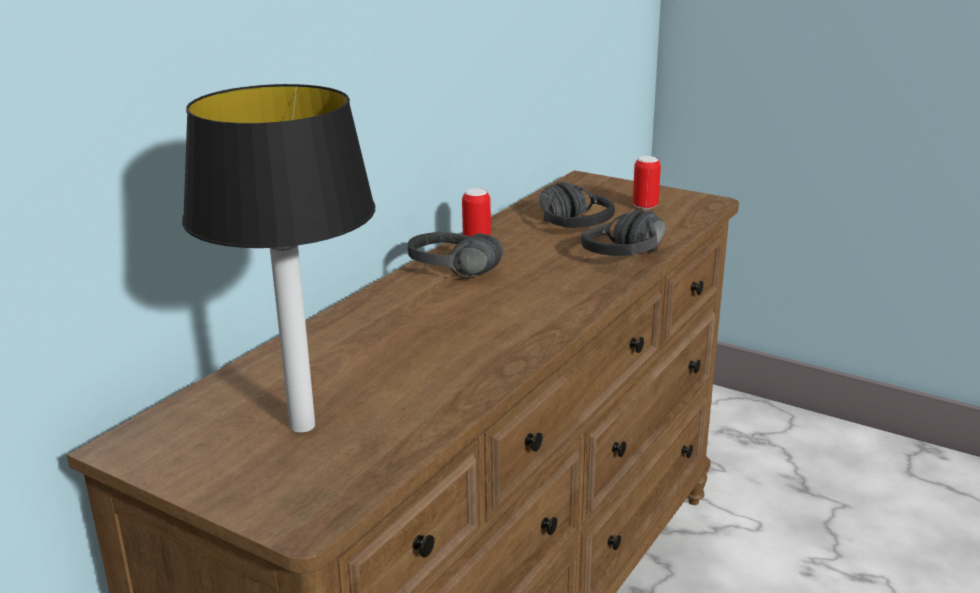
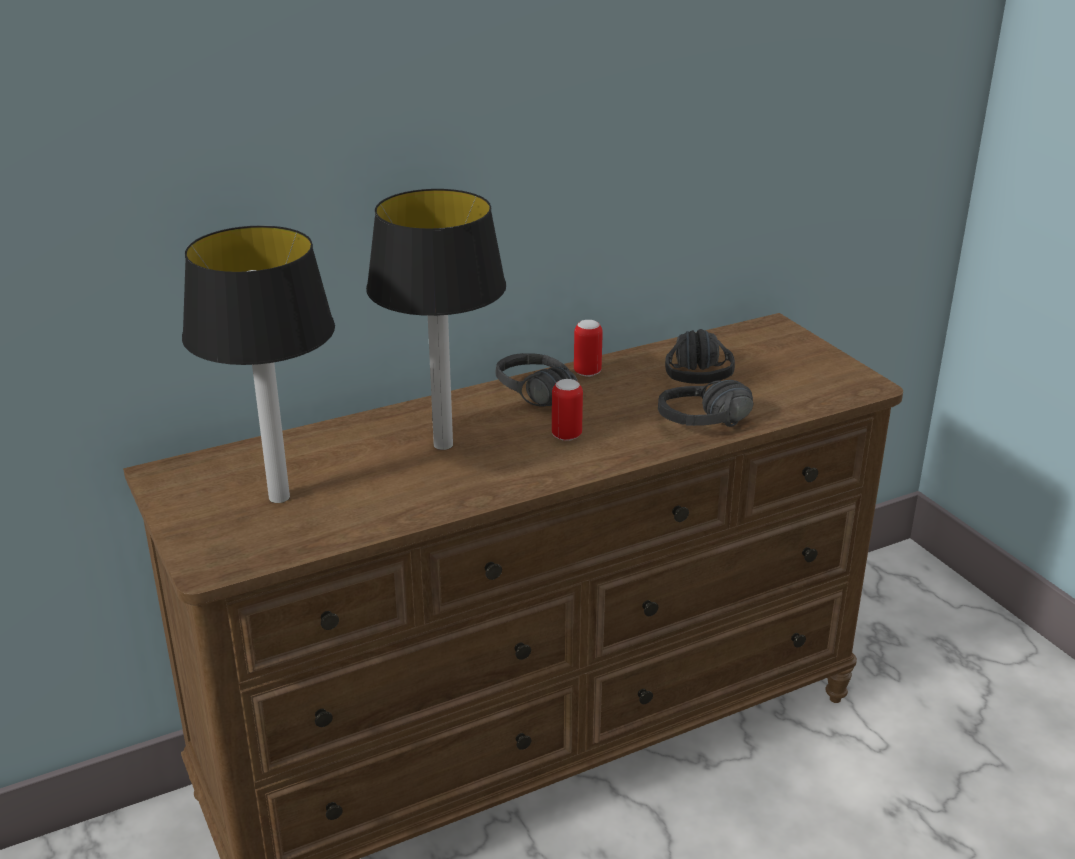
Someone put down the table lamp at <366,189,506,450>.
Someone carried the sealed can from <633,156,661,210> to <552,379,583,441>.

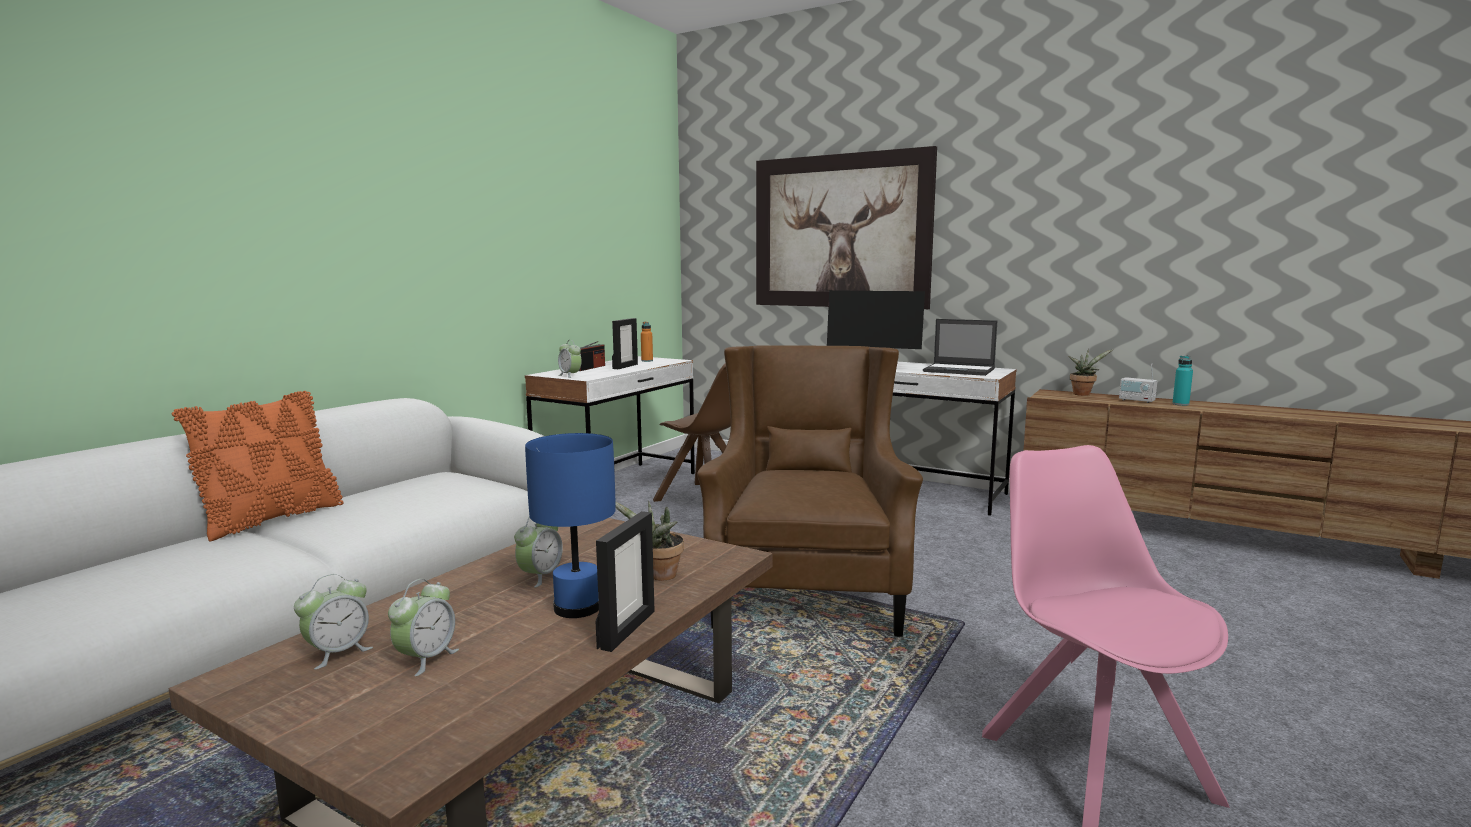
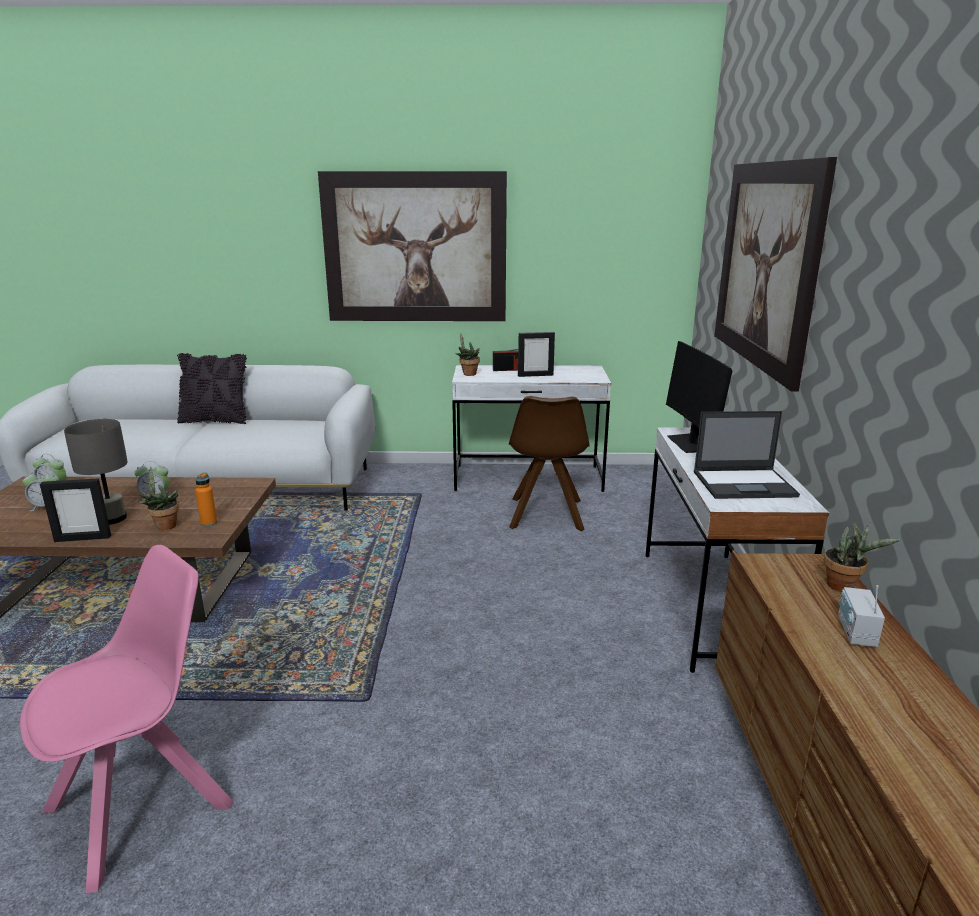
Someone took away the brownish lounge chair at <697,345,923,637>.
Someone took away the turquoise drink bottle at <1172,356,1193,406>.
Someone put up the picture at <318,171,507,321>.
Someone carried the orange-coloured drink bottle from <641,322,653,362> to <195,473,217,527>.
Someone swapped the alarm clock at <558,340,582,378> for the houseplant at <455,333,480,376>.
Someone repainted the orange-coloured cushion at <172,391,344,542>, which became the blackish cushion at <177,353,247,424>.
Someone repainted the blue table lamp at <525,433,616,618>, which became the gray table lamp at <64,419,128,525>.
Someone rotated the portable computer at <923,319,997,376> by 90 degrees counterclockwise.

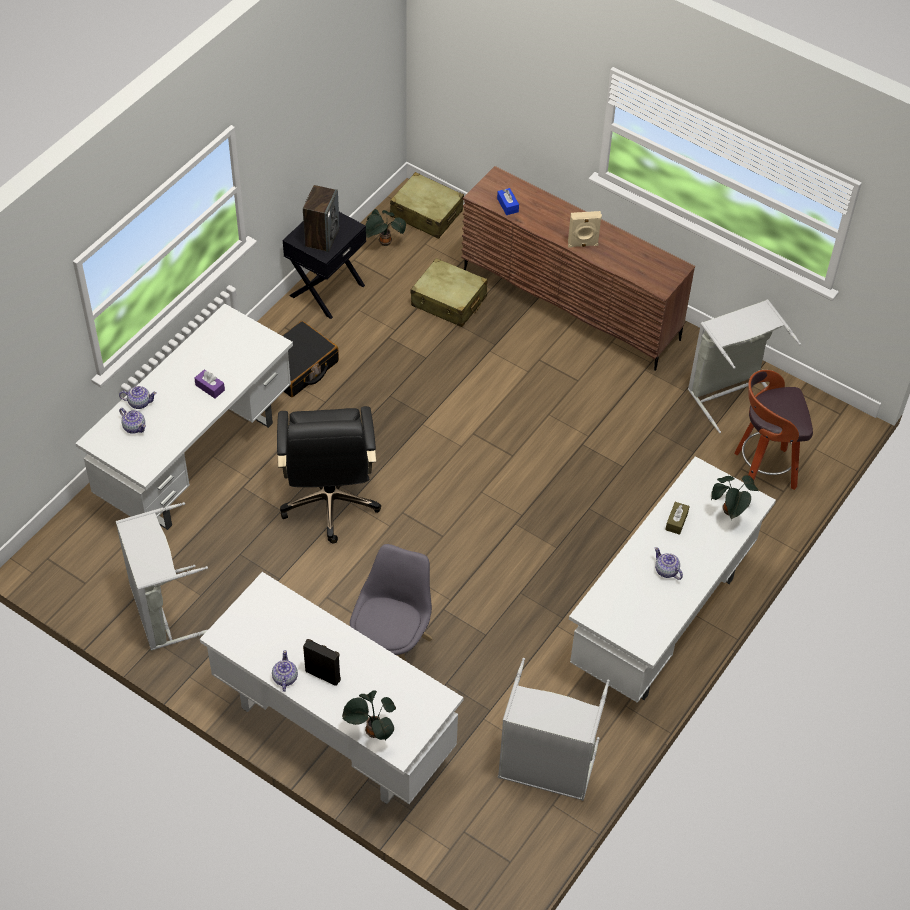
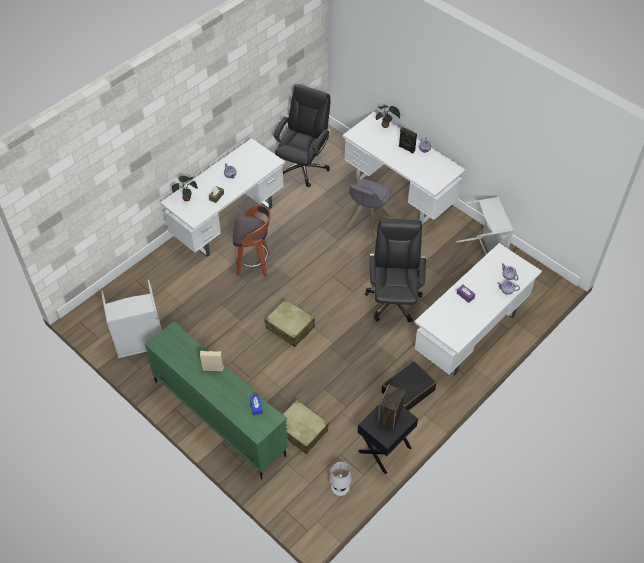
Someone carried the beige suitcase from <390,172,464,239> to <265,299,315,347>.
Someone carried the stool from <734,370,813,490> to <233,205,271,277>.
Someone swapped the houseplant at <366,209,406,246> for the whitish table lamp at <329,462,352,496>.
Someone swapped the gray washing basket at <498,658,610,801> for the blackish office chair at <273,84,331,187>.
Someone repainted the brownish dresser at <461,166,695,371>, which became the greenish dresser at <145,321,289,479>.

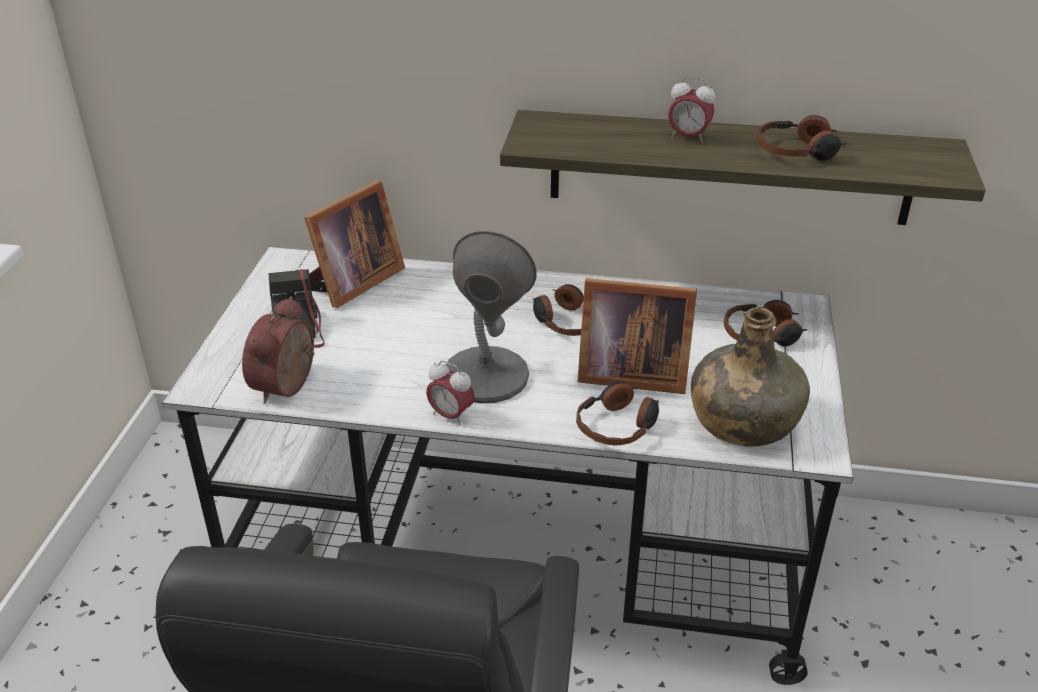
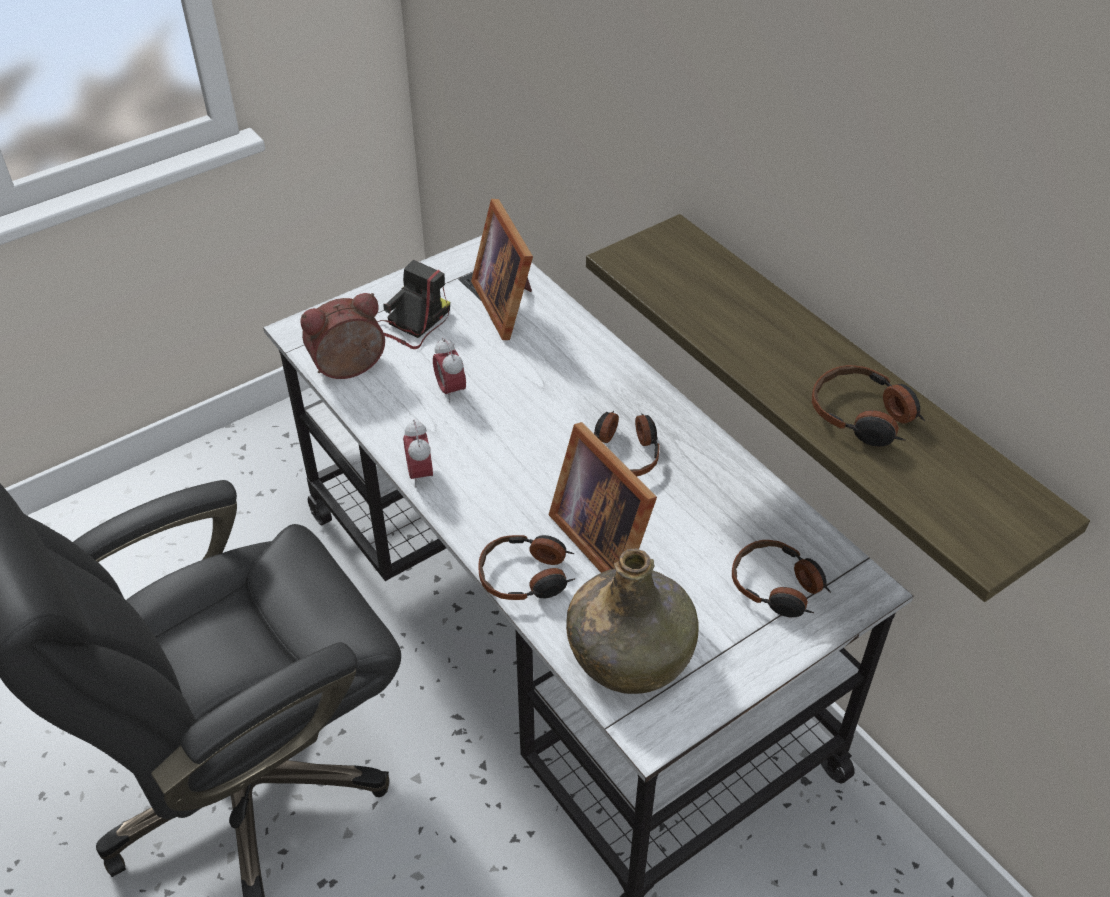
Someone took away the gray table lamp at <446,231,537,404>.
Someone carried the alarm clock from <668,76,715,143> to <433,338,466,403>.
Someone rotated the standing frame at <304,181,405,308> by 75 degrees clockwise.

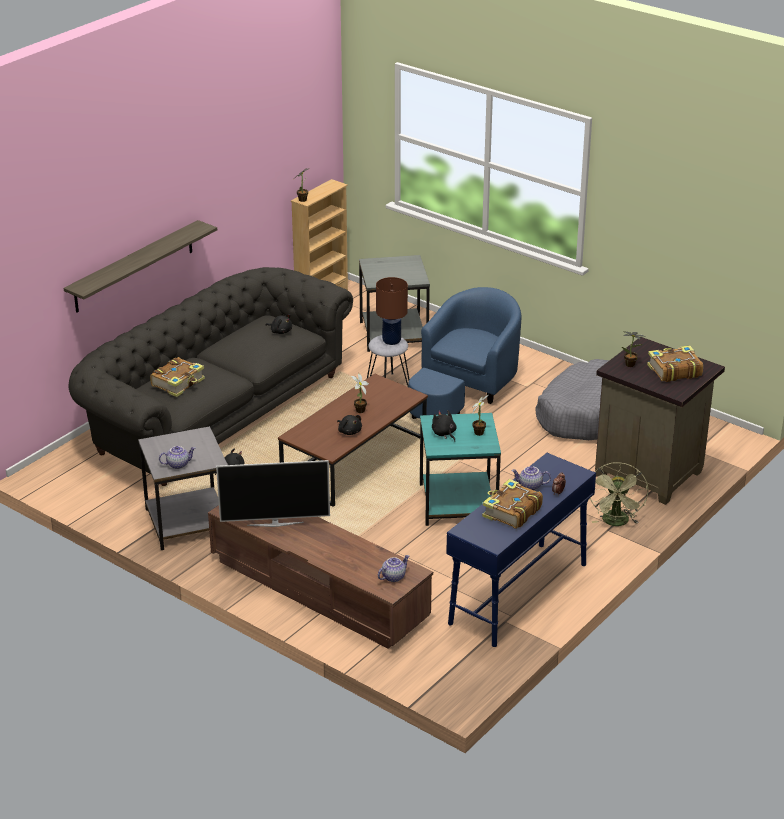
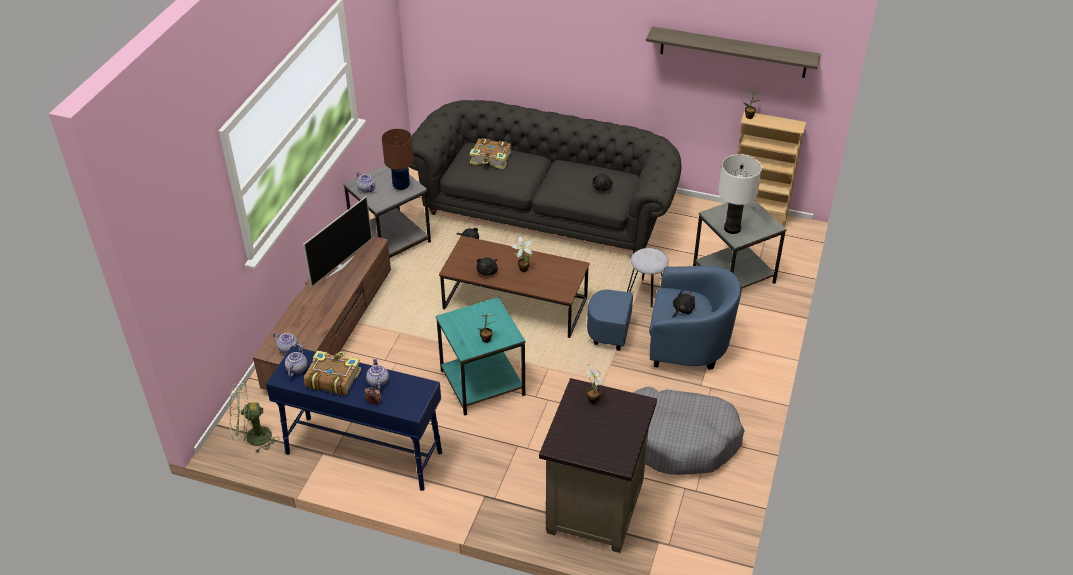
Someone took away the book at <647,345,703,382>.
Someone put down the tea pot at <285,345,308,377>.
Someone put down the whitish table lamp at <718,154,762,234>.
Someone carried the shelf from <64,220,217,313> to <646,26,821,78>.
Someone carried the brownish table lamp from <376,277,408,345> to <382,129,414,190>.
Someone carried the blackish cuddly toy from <432,410,457,442> to <672,290,695,318>.
Someone carried the greenish electric fan from <589,462,648,526> to <230,382,280,454>.
Someone rotated the TV at <216,460,330,527> by 120 degrees counterclockwise.

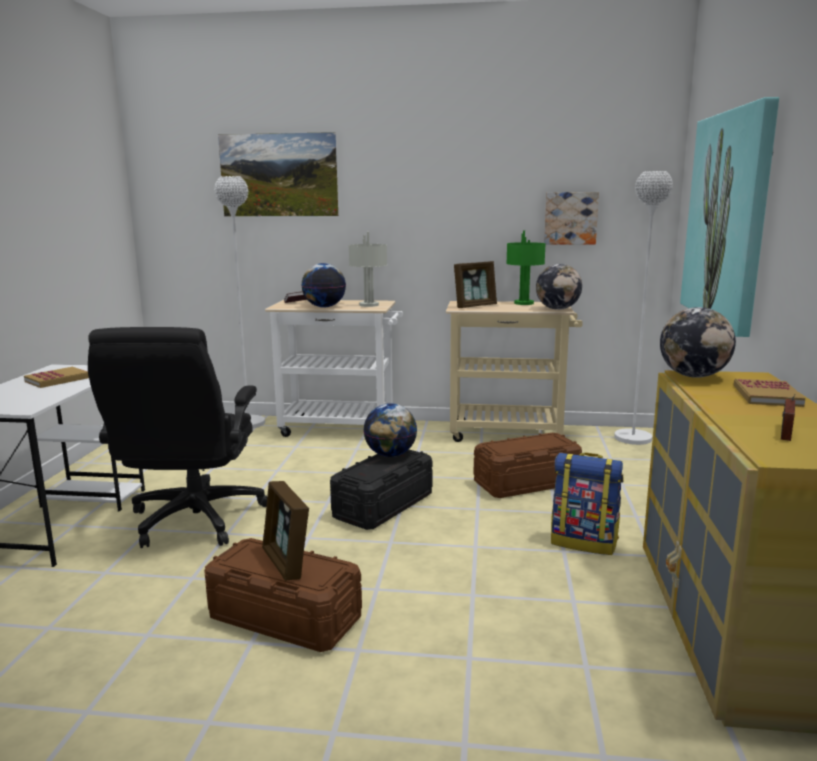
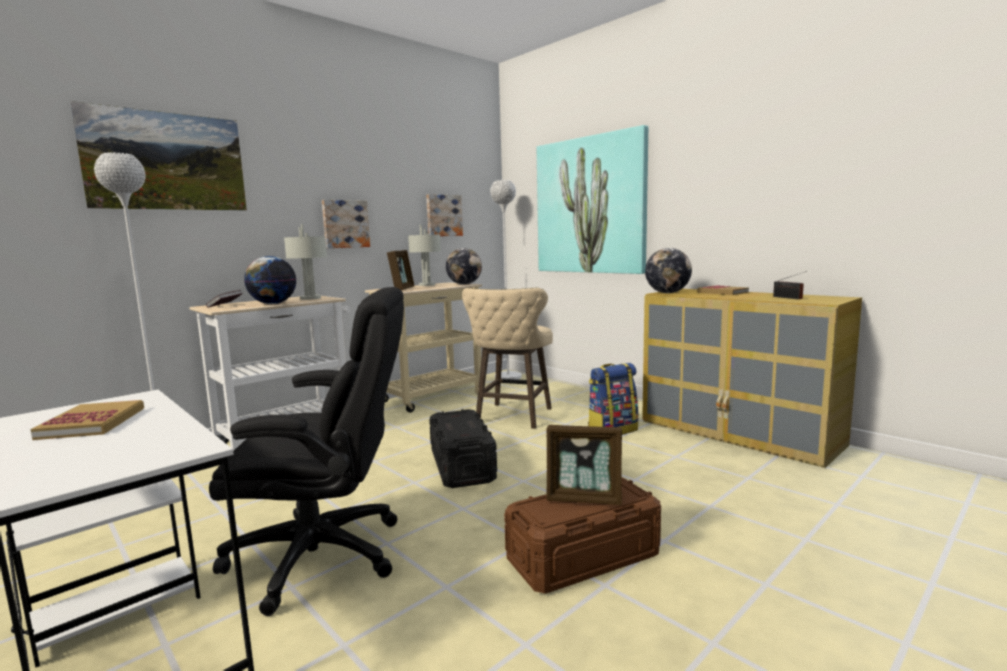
Someone took away the globe at <364,403,417,457>.
Someone put up the picture at <322,200,370,248>.
Someone swapped the brownish storage bin at <473,433,582,498> for the beige stool at <462,288,553,429>.
Someone repainted the greenish table lamp at <506,231,545,305>, which became the gray table lamp at <408,224,441,286>.
Someone rotated the blackish office chair at <88,327,267,548> by 45 degrees counterclockwise.

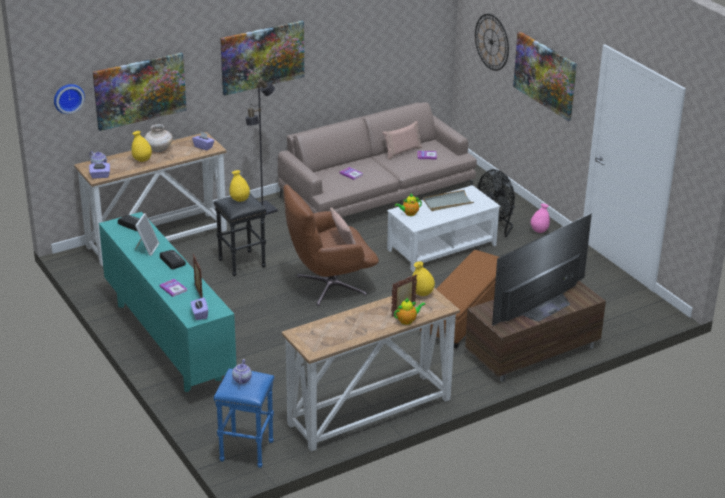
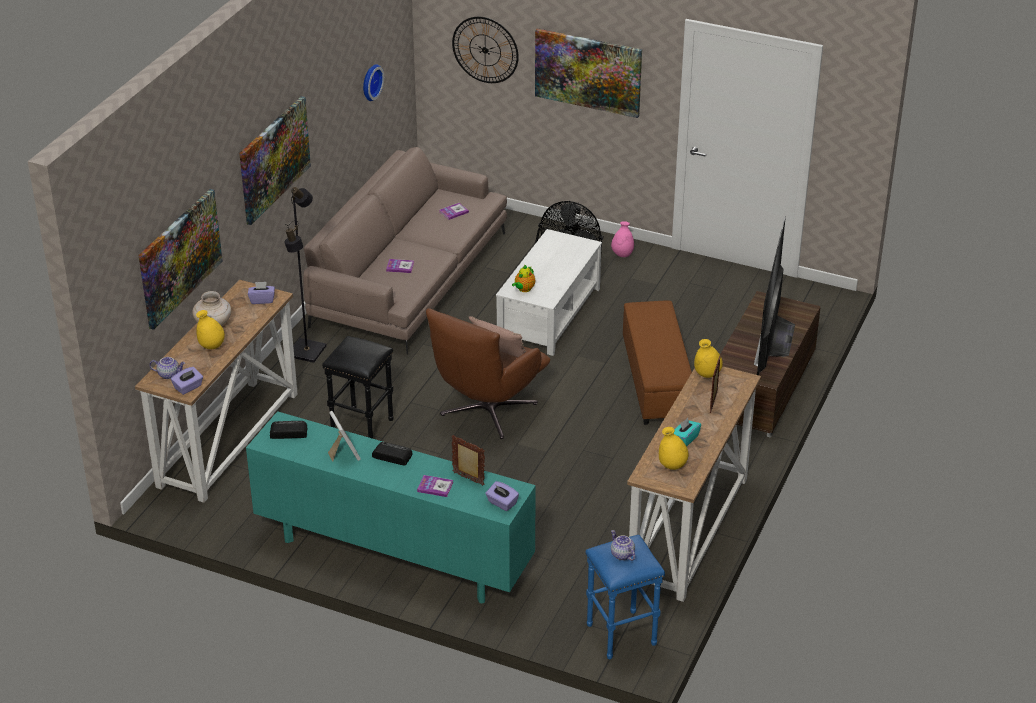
Someone took away the beige cushion at <383,121,422,160>.
Someone took away the tea pot at <394,298,426,325>.
Someone took away the gray carrying tray at <423,190,474,211>.
Someone put down the turquoise box of tissues at <674,418,701,446>.
Someone carried the hanging clock from <54,84,85,114> to <363,64,384,101>.
Someone carried the yellow-coloured decorative vase from <230,170,250,202> to <659,427,689,470>.

